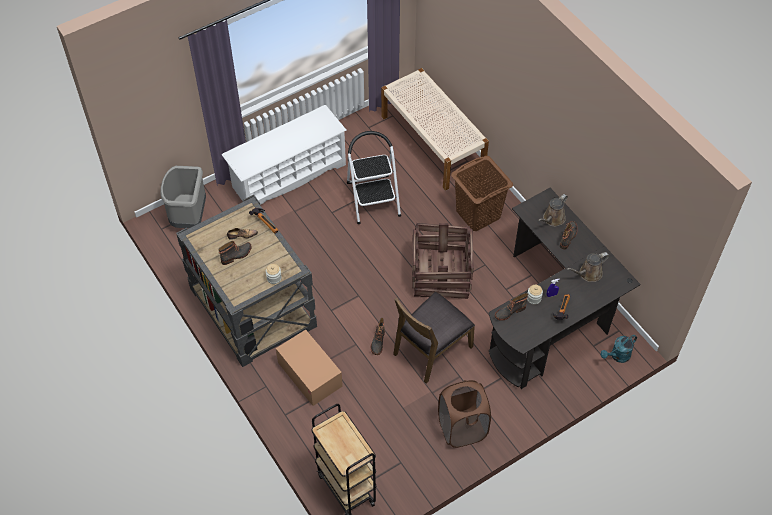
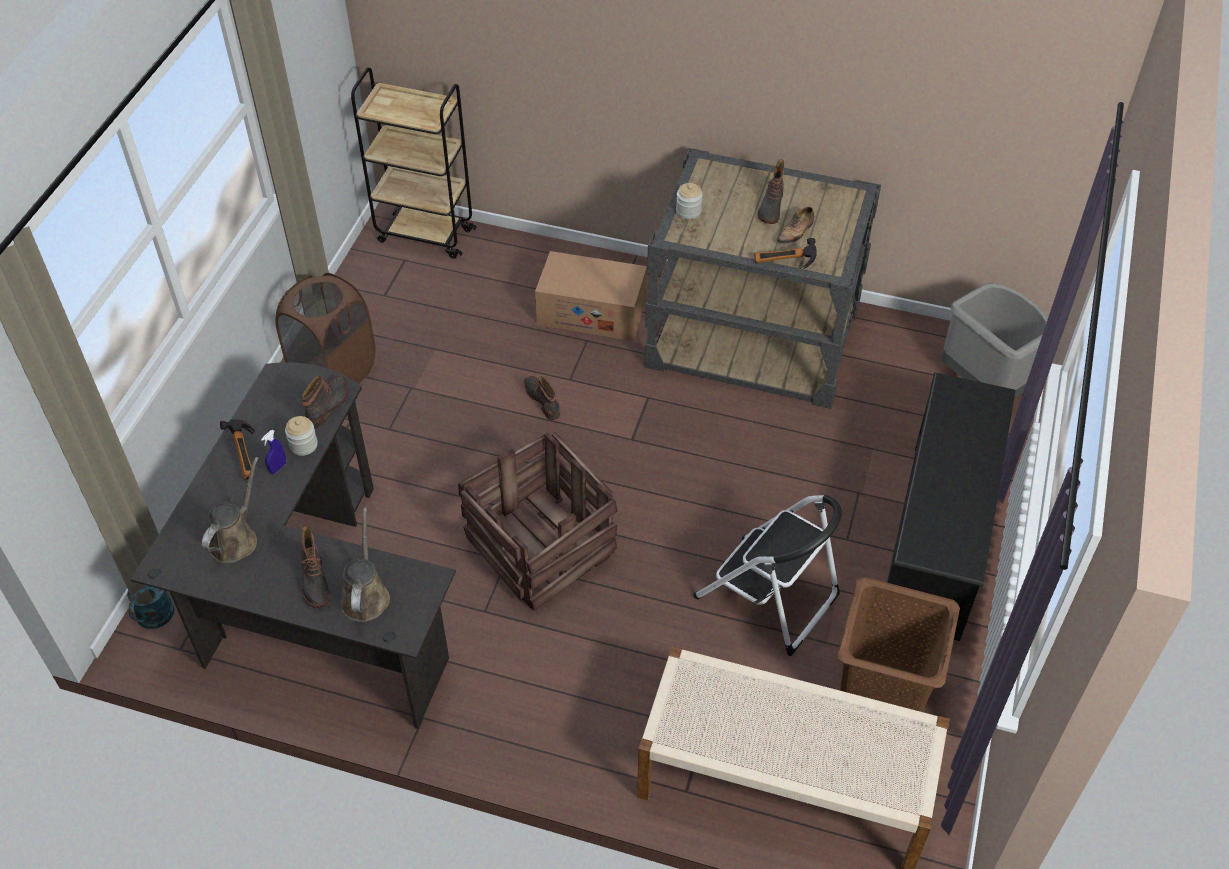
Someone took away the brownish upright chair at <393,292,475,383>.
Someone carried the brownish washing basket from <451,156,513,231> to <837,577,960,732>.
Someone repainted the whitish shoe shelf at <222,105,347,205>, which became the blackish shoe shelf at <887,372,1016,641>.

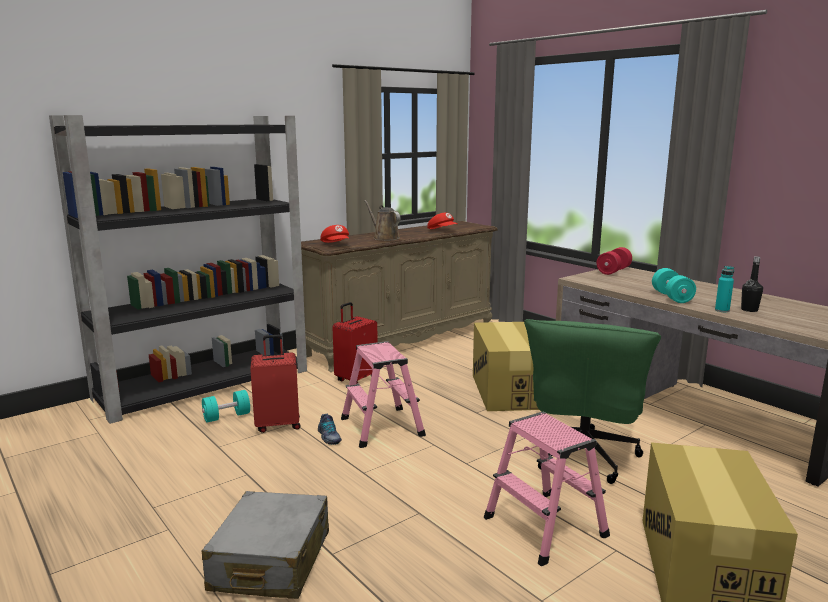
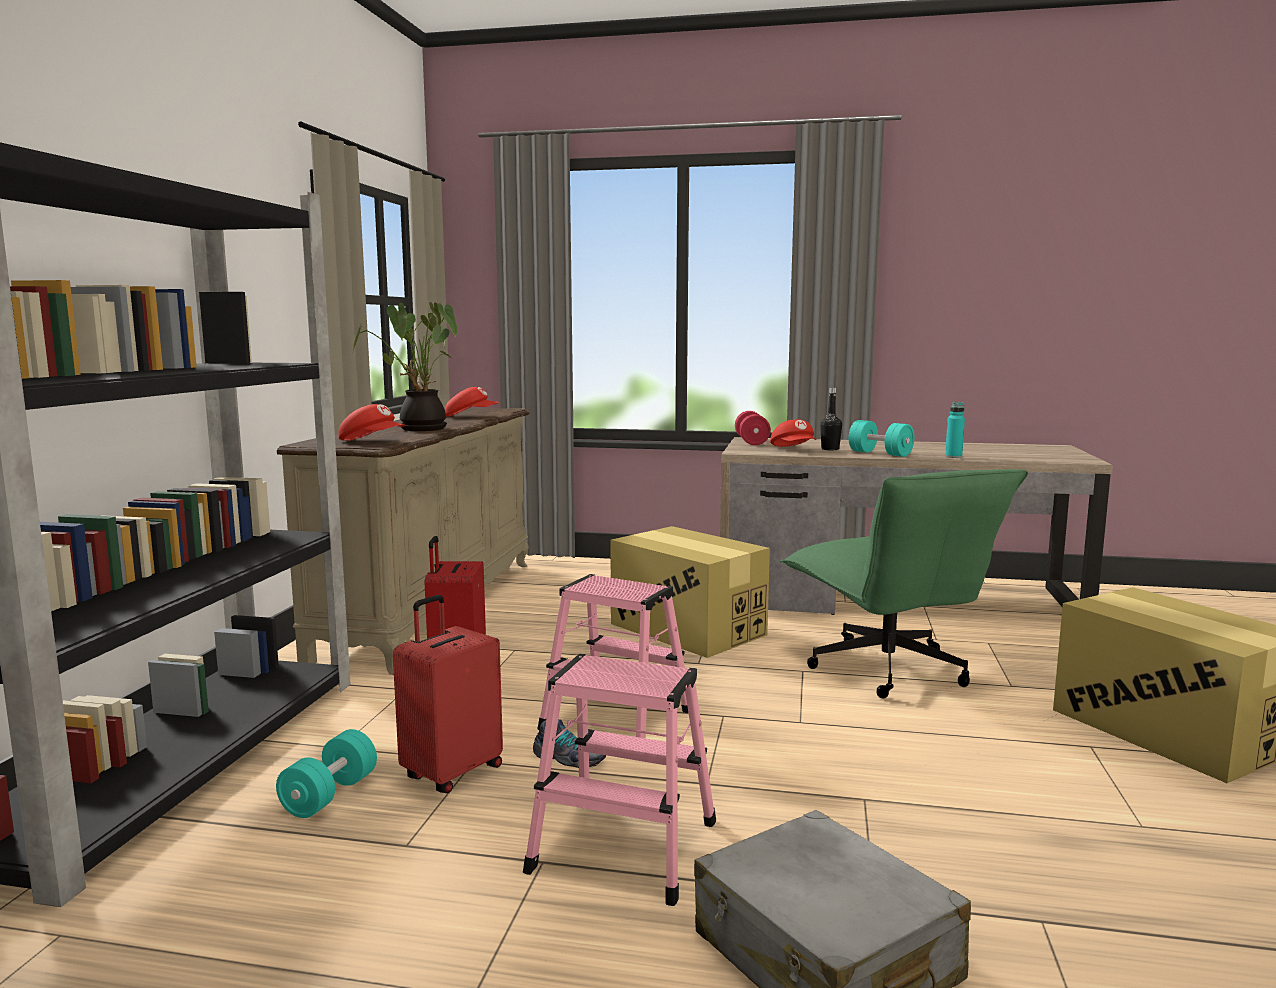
Someone put down the red-coloured peaked cap at <770,419,816,447>.
Someone carried the pink stepladder from <484,411,610,566> to <523,653,716,906>.
Someone carried the blackish drink bottle from <741,256,763,312> to <820,387,842,450>.
Someone swapped the brownish watering pot at <364,200,401,241> for the houseplant at <353,302,458,431>.

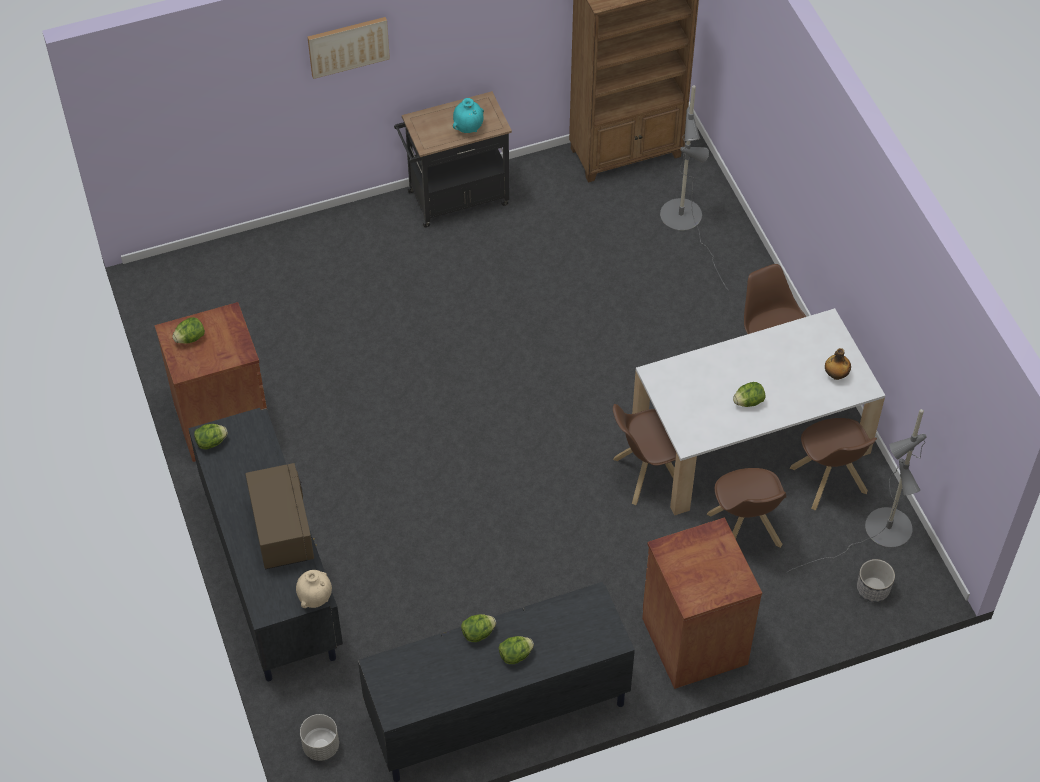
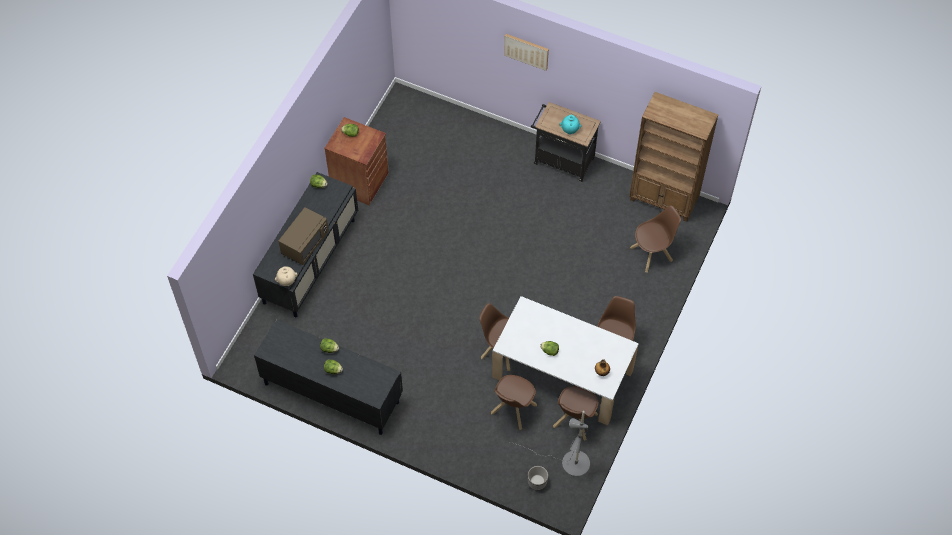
Someone took away the gray flower pot at <300,714,339,761>.
Someone took away the brownish dresser at <642,517,762,689>.
Someone swapped the gray standing lamp at <660,85,729,291> for the brownish upright chair at <630,205,681,273>.

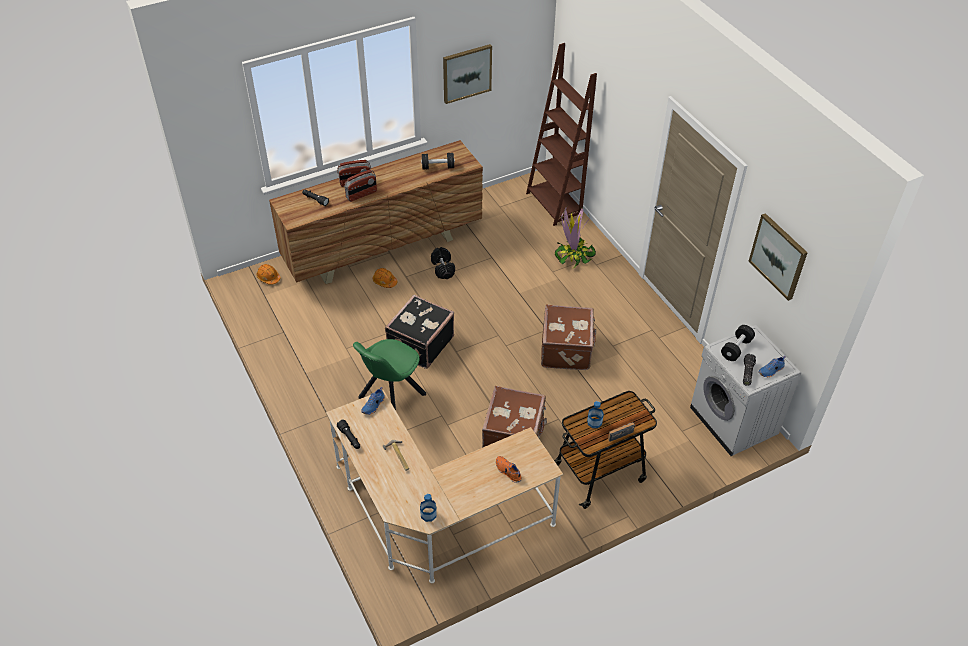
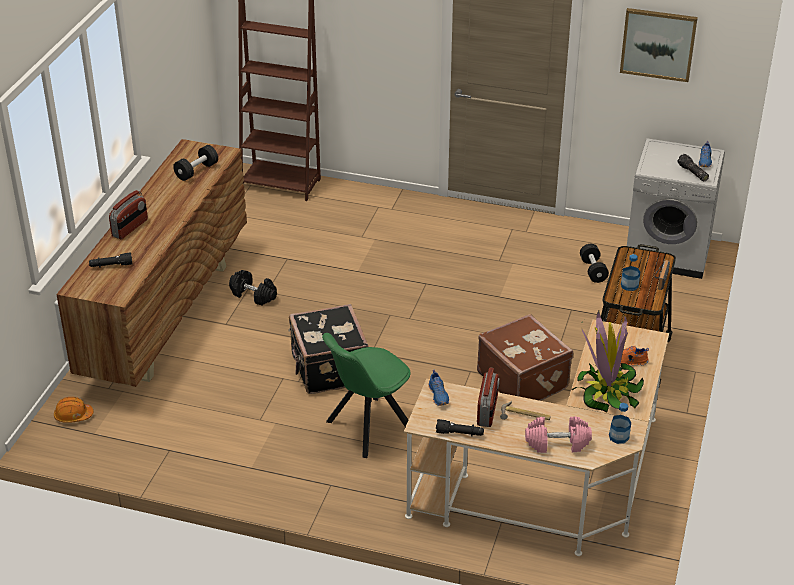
Someone took away the orange-coloured work helmet at <372,268,397,288>.
Someone took away the picture at <443,44,492,104>.
Someone took away the brownish suitcase at <541,305,596,370>.
Someone put down the pink free weight at <525,416,592,453>.
Someone carried the radio set from <344,170,377,202> to <477,367,500,427>.
Someone carried the houseplant from <555,206,596,268> to <572,311,644,412>.
Someone carried the blackish free weight from <721,325,755,361> to <580,244,609,283>.
Someone rotated the greenish upright chair at <353,339,426,410> by 60 degrees clockwise.

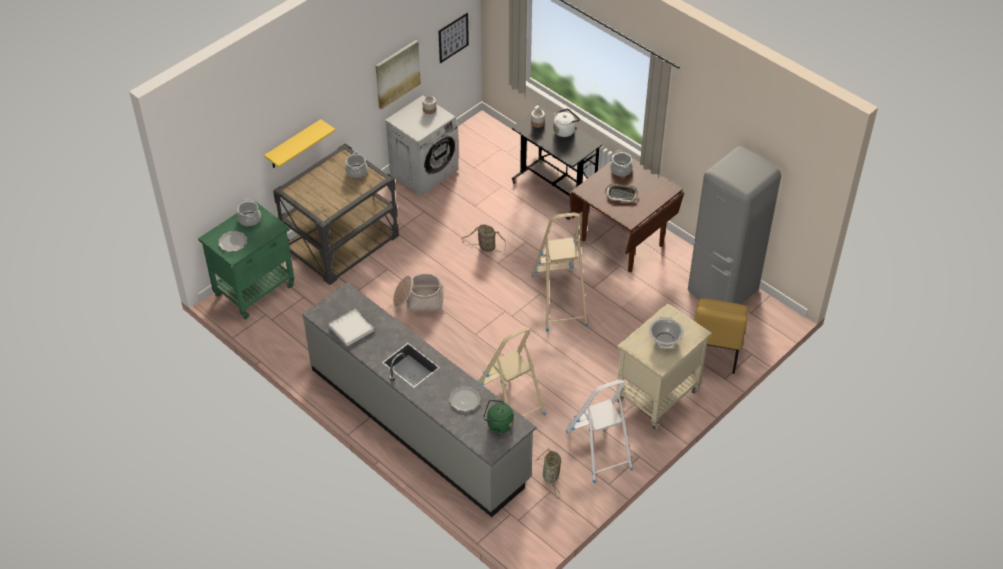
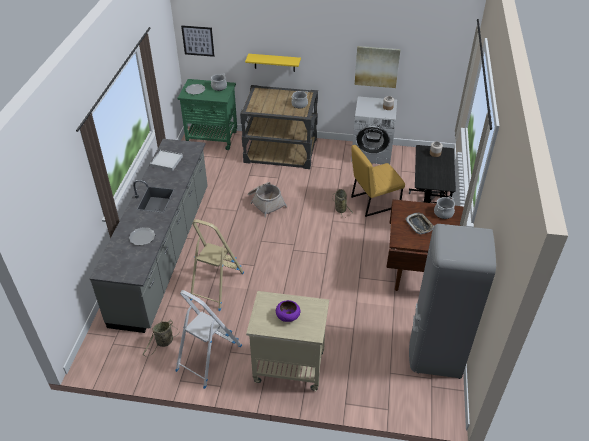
Someone took away the greenish water kettle at <483,400,514,433>.
Someone took away the beige stepladder at <532,213,587,332>.
Someone took away the whitish water kettle at <553,109,580,137>.
Someone carried the picture from <438,13,469,63> to <181,25,214,57>.
Someone carried the yellow-coloured upright chair from <694,298,748,374> to <351,145,405,217>.
Someone swapped the cooking pot at <649,317,684,348> for the purple-coloured bowl at <276,300,300,322>.

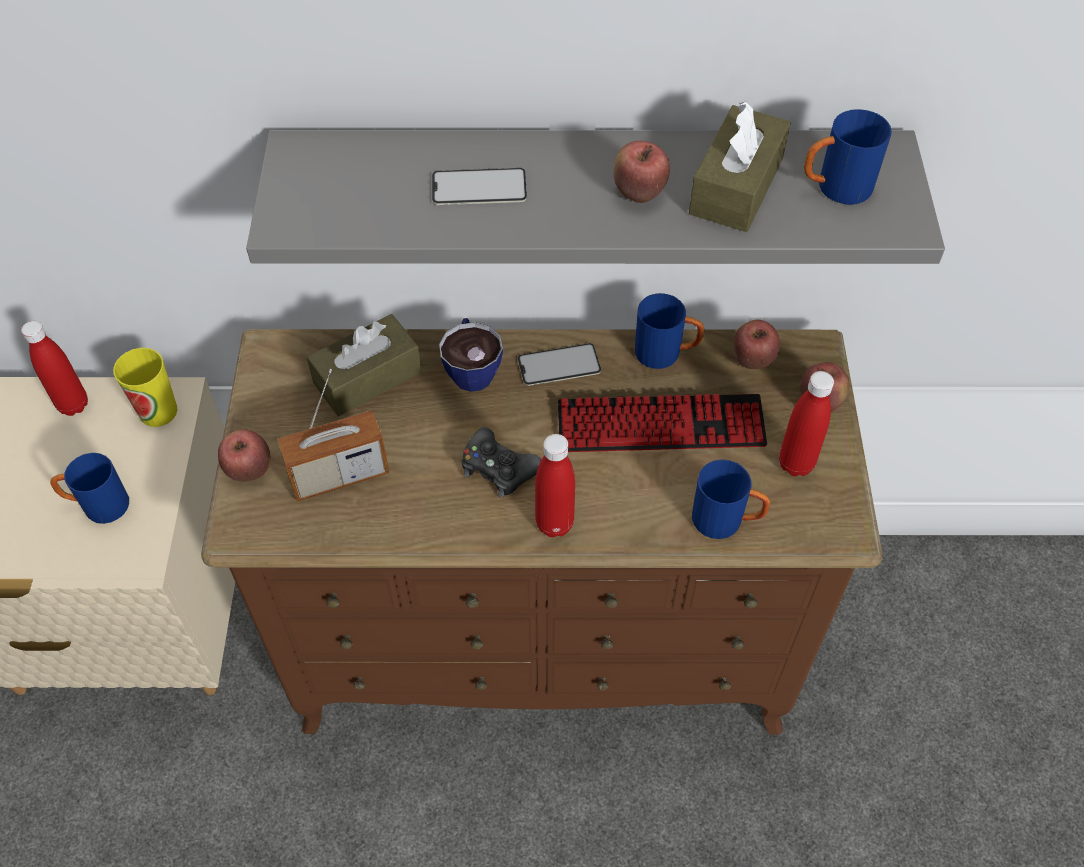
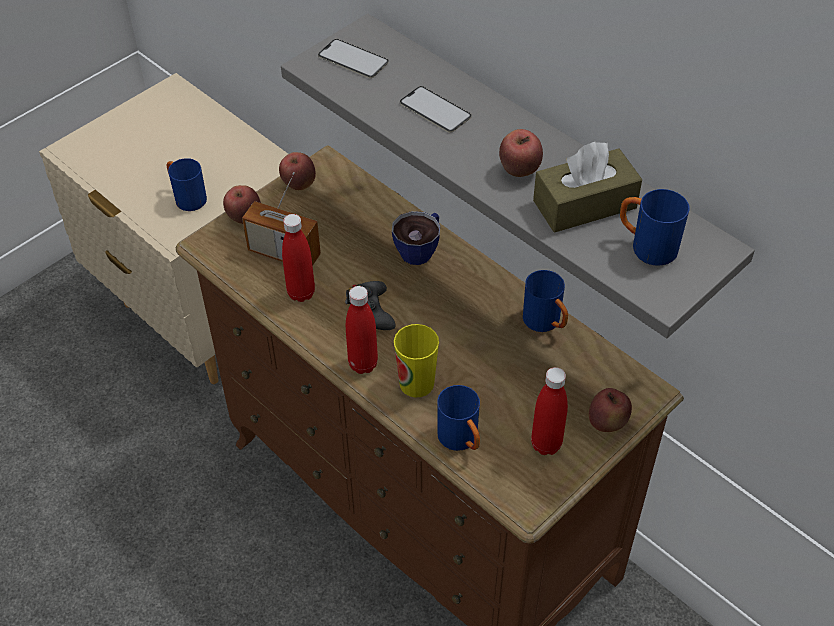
Someone took away the brownish box of tissues at <307,314,422,416>.
Someone took away the computer keyboard at <558,394,767,452>.
Someone carried the red-coloured drink bottle from <21,321,88,416> to <282,214,315,302>.
Someone carried the cup from <113,348,177,427> to <394,324,439,398>.
Someone carried the phone from <518,343,601,386> to <318,39,389,78>.
Someone carried the apple from <733,320,780,369> to <279,152,316,190>.

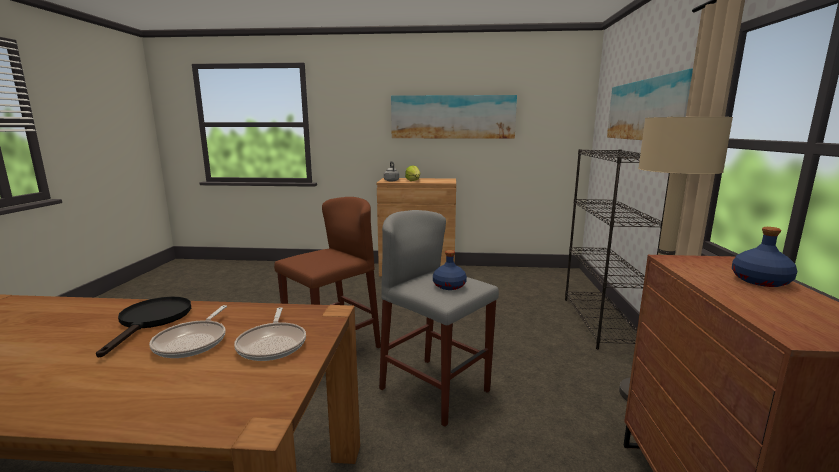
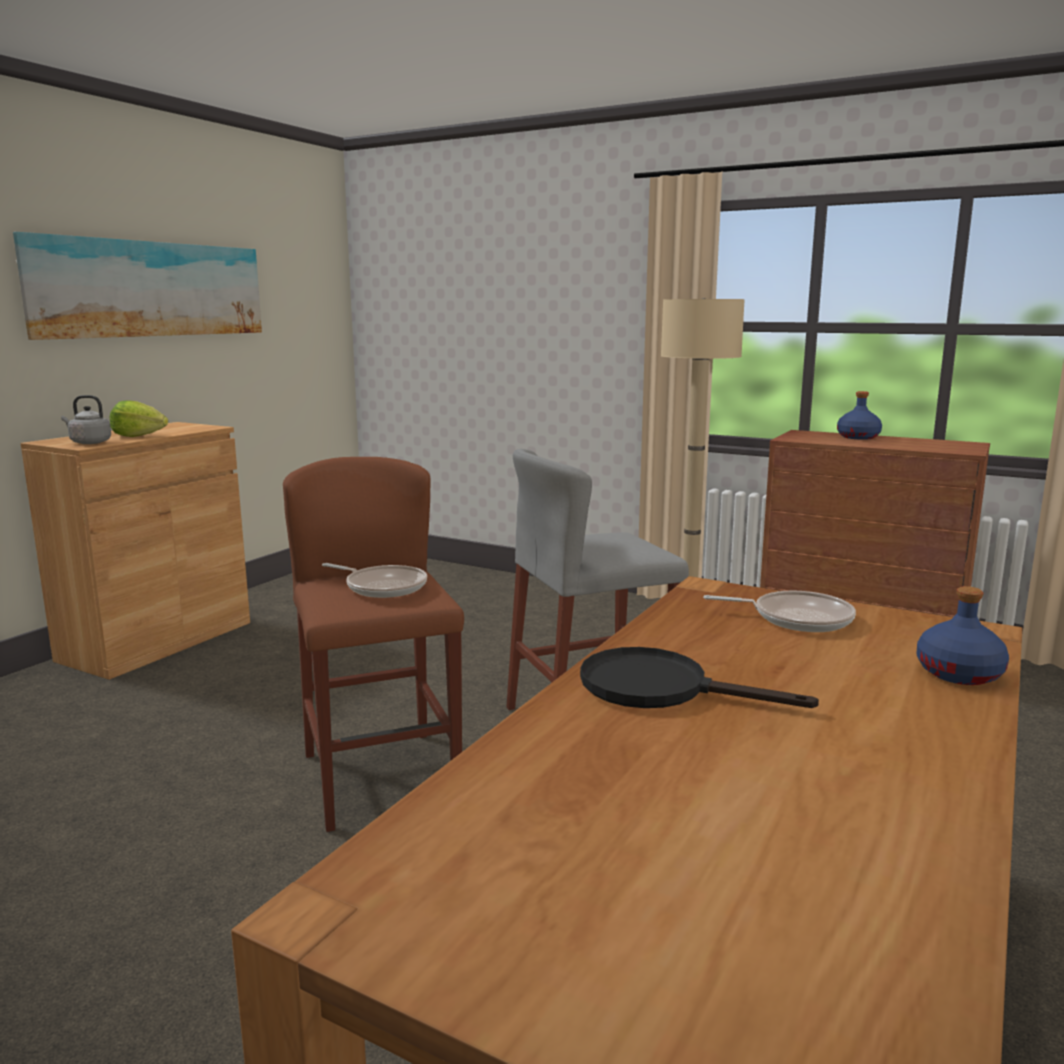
Someone took away the blackish bookcase at <565,149,670,349>.
Someone took away the picture at <607,69,693,140>.
Someone carried the frying pan from <149,305,227,358> to <322,563,427,598>.
Someone carried the blue drink bottle from <433,250,467,290> to <916,586,1009,685>.

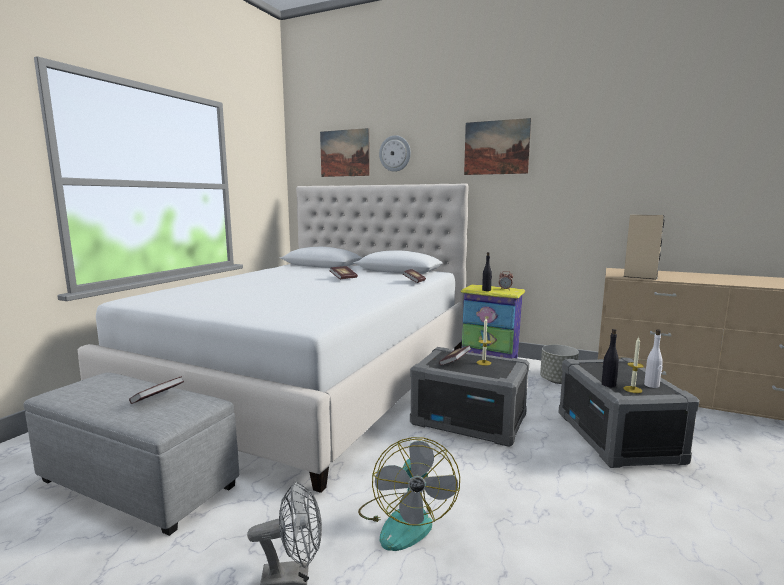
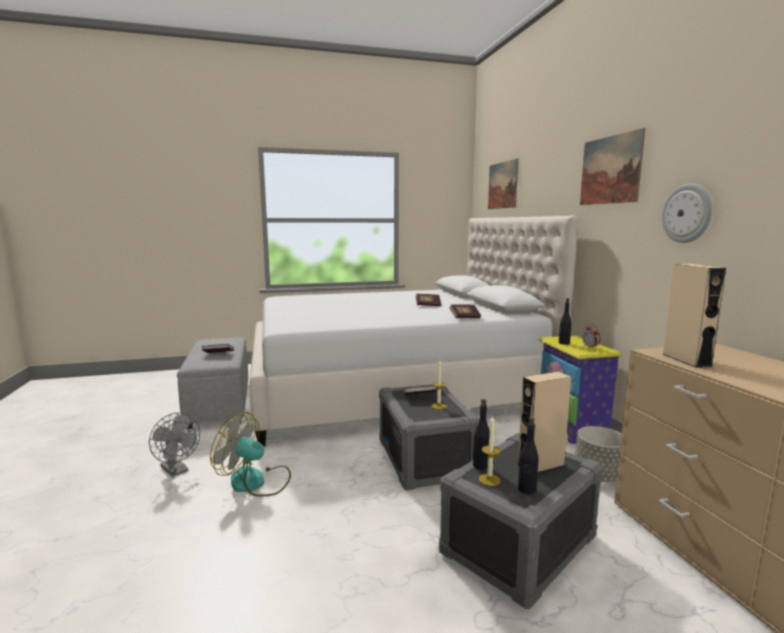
Someone put down the beige loudspeaker at <517,371,571,473>.
Someone carried the hanging clock from <379,135,411,172> to <661,183,713,243>.
Someone repainted the whitish drink bottle at <644,330,663,388>, which became the blackish drink bottle at <518,417,539,495>.
Someone rotated the electric fan at <358,437,460,551> by 60 degrees clockwise.

